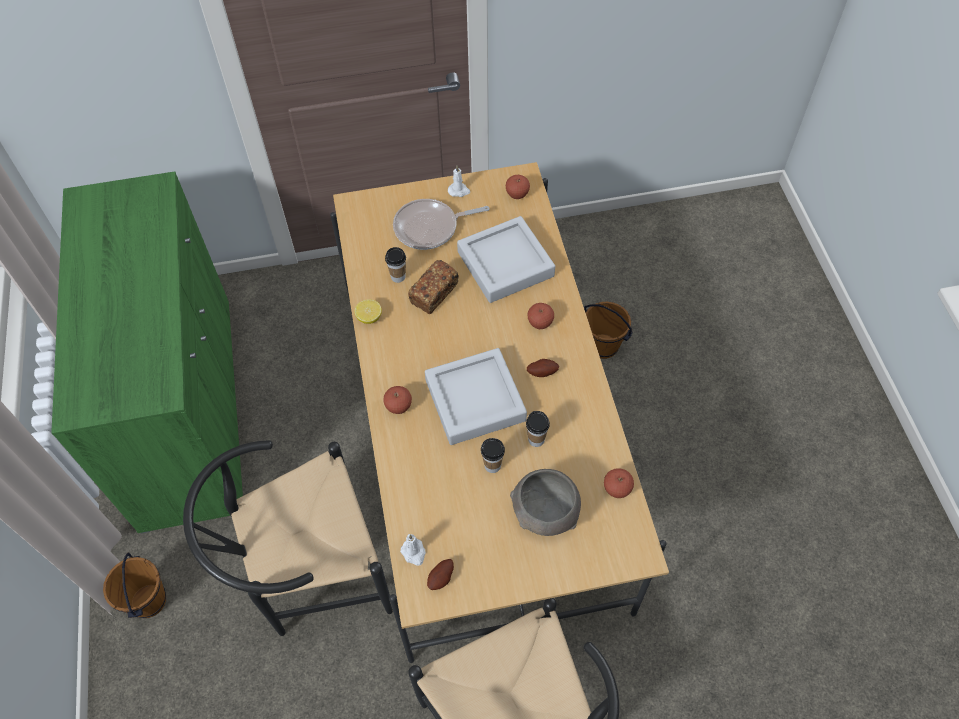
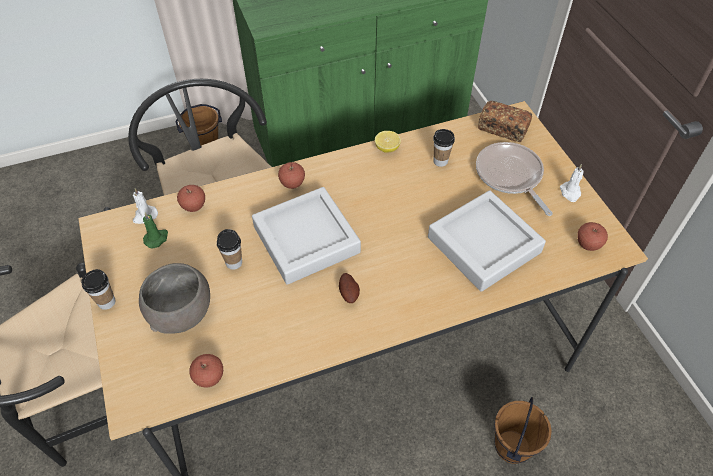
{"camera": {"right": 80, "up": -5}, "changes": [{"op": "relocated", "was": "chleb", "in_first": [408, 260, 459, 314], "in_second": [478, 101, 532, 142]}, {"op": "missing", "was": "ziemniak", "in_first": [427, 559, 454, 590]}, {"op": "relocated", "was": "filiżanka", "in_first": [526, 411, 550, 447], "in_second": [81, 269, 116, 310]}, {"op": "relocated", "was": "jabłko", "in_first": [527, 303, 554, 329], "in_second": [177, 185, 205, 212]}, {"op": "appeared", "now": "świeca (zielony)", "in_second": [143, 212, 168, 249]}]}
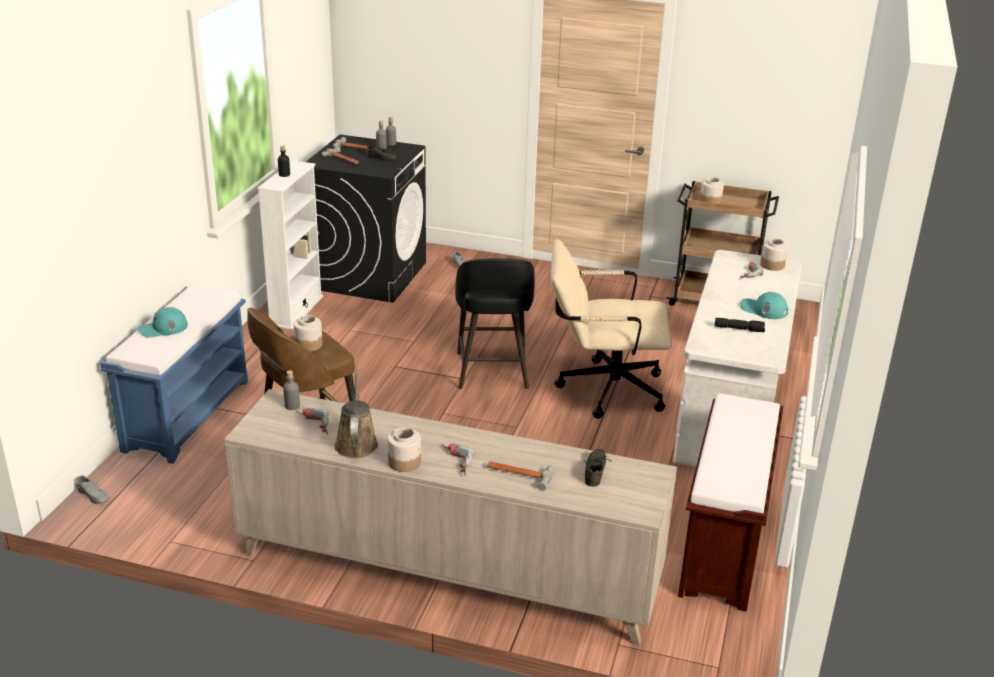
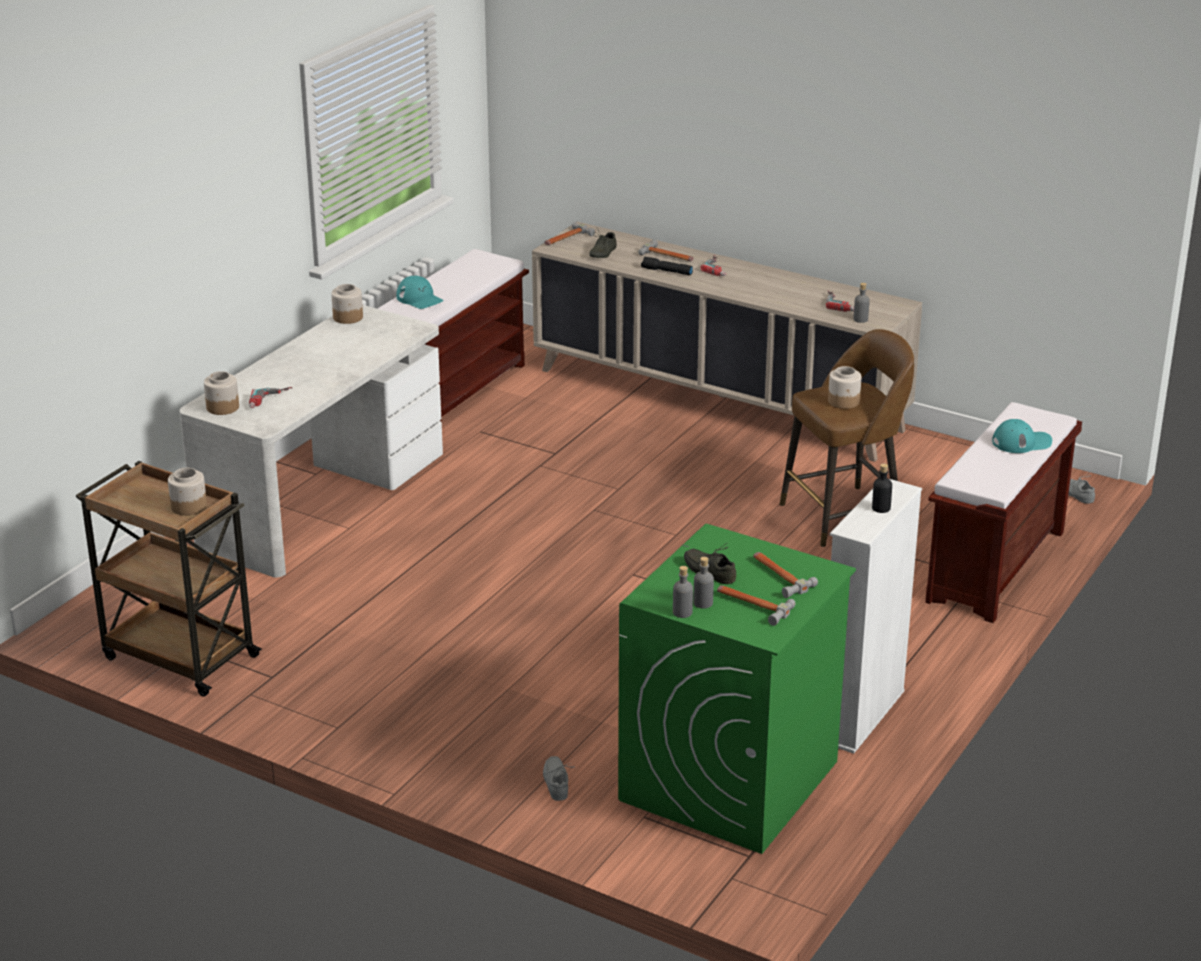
{"camera": {"right": -165, "up": 0}, "changes": [{"op": "colour", "was": "ławka (niebieski)", "now": "ławka (brązowy)", "in_first": [100, 284, 248, 464], "in_second": [925, 402, 1082, 623]}, {"op": "colour", "was": "pralka (czarny)", "now": "pralka (zielony)", "in_first": [306, 135, 426, 303], "in_second": [618, 524, 856, 854]}, {"op": "missing", "was": "konewka (brązowy)", "in_first": [335, 366, 378, 458]}, {"op": "relocated", "was": "słoik", "in_first": [388, 427, 421, 472], "in_second": [331, 284, 363, 324]}, {"op": "missing", "was": "stołek (czarny)", "in_first": [455, 259, 535, 389]}, {"op": "missing", "was": "krzesło biurowe (beżowy)", "in_first": [551, 239, 672, 419]}, {"op": "relocated", "was": "latarka (czarny)", "in_first": [715, 318, 765, 332], "in_second": [641, 257, 693, 275]}, {"op": "relocated", "was": "czapka z daszkiem (turkusowy)", "in_first": [740, 292, 788, 319], "in_second": [397, 276, 444, 309]}, {"op": "appeared", "now": "młotek", "in_second": [544, 222, 595, 245]}]}
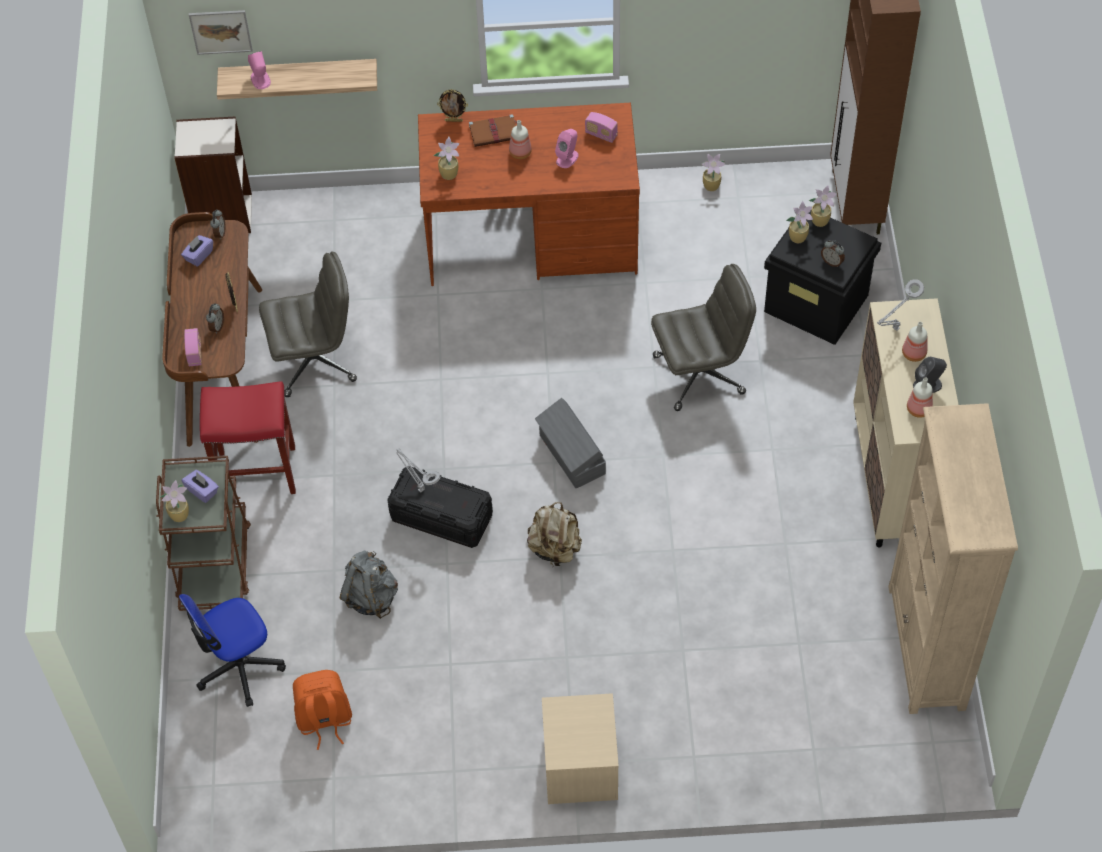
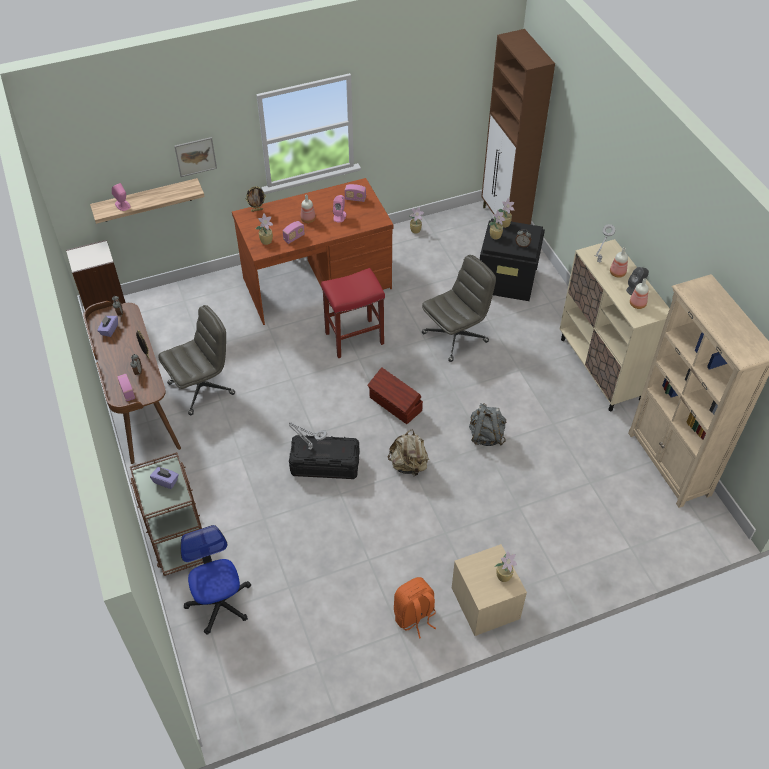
{"camera": {"right": -20, "up": -5}, "changes": [{"op": "relocated", "was": "roślina doniczkowa", "in_first": [160, 480, 189, 522], "in_second": [495, 550, 517, 582]}, {"op": "spun", "was": "krzesło biurowe", "in_first": [179, 594, 286, 707], "in_second": [181, 525, 251, 635], "clockwise": 120}, {"op": "relocated", "was": "obraz", "in_first": [189, 10, 253, 55], "in_second": [174, 137, 217, 177]}, {"op": "relocated", "was": "stołek (czerwony)", "in_first": [200, 381, 296, 494], "in_second": [321, 268, 385, 358]}, {"op": "relocated", "was": "plecak (pomarańczowy)", "in_first": [293, 670, 352, 750], "in_second": [394, 577, 436, 639]}, {"op": "relocated", "was": "plecak (szary)", "in_first": [340, 550, 398, 619], "in_second": [469, 404, 506, 446]}, {"op": "missing", "was": "książka (brązowy)", "in_first": [469, 114, 517, 147]}, {"op": "colour", "was": "pojemnik do przechowywania (szary)", "now": "pojemnik do przechowywania (brązowy)", "in_first": [535, 398, 606, 488], "in_second": [367, 367, 423, 424]}, {"op": "appeared", "now": "radio", "in_second": [283, 221, 305, 244]}]}
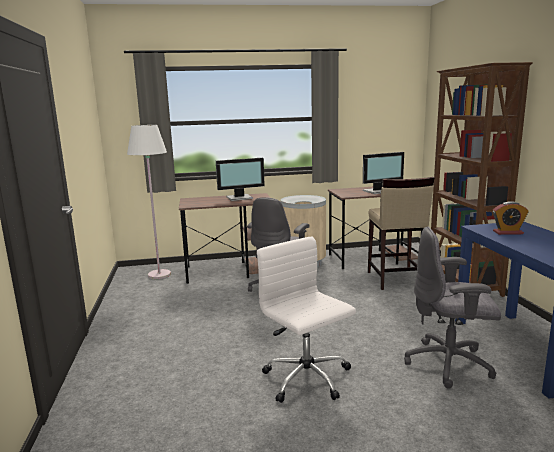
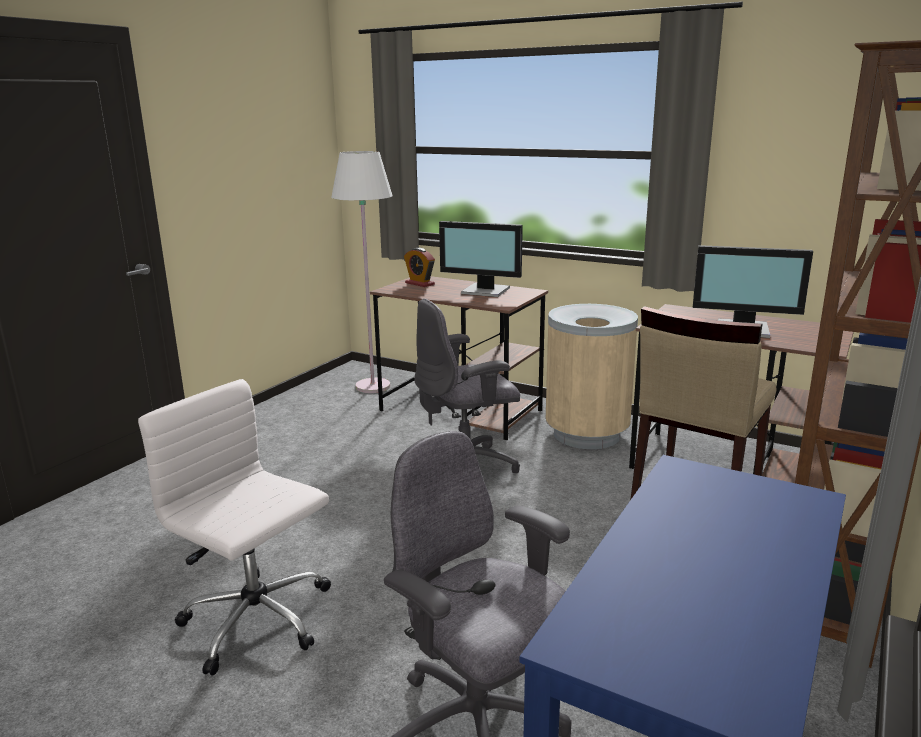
{"camera": {"right": 40, "up": 5}, "changes": [{"op": "spun", "was": "krzesło biurowe (biały)", "in_first": [257, 237, 356, 403], "in_second": [138, 379, 331, 676], "clockwise": -60}, {"op": "relocated", "was": "budzik", "in_first": [493, 201, 529, 235], "in_second": [404, 248, 435, 287]}]}
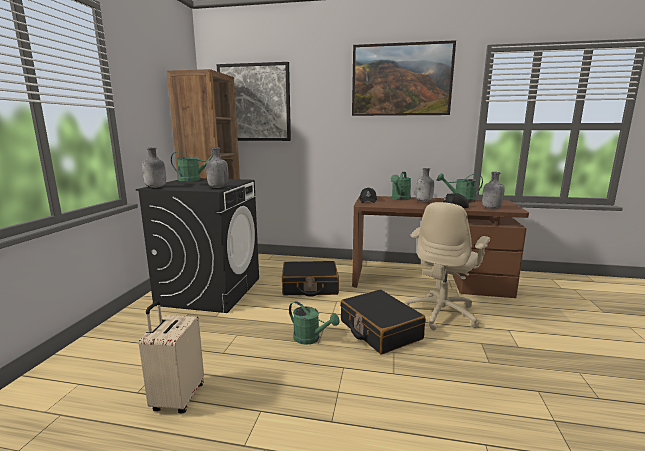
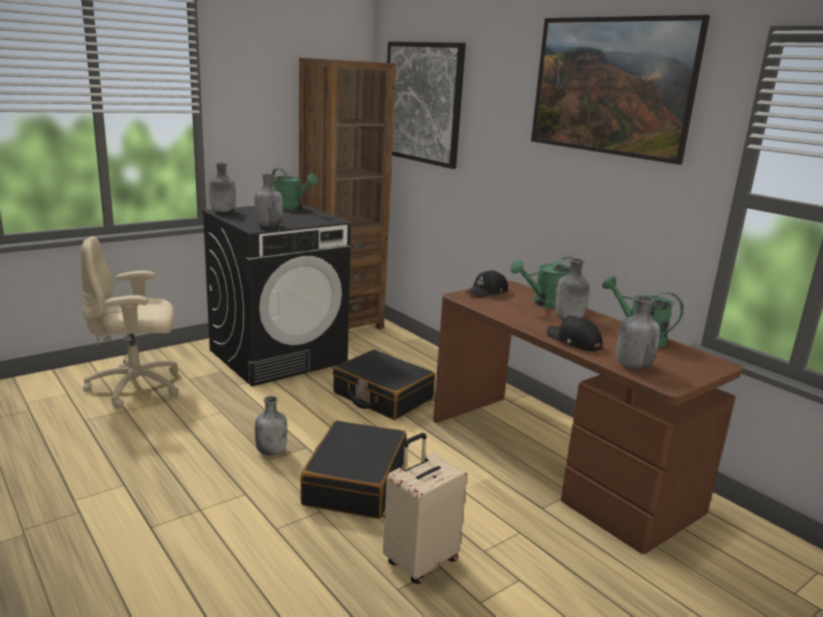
{"camera": {"right": 40, "up": 5}, "changes": [{"op": "relocated", "was": "walizka (beżowy)", "in_first": [139, 300, 204, 413], "in_second": [383, 433, 467, 584]}, {"op": "exchanged", "was": "konewka (zielony)", "now": "butelka (szary)", "in_first": [289, 301, 340, 345], "in_second": [255, 396, 287, 455]}, {"op": "relocated", "was": "krzesło biurowe (beżowy)", "in_first": [405, 202, 490, 330], "in_second": [80, 236, 179, 409]}]}
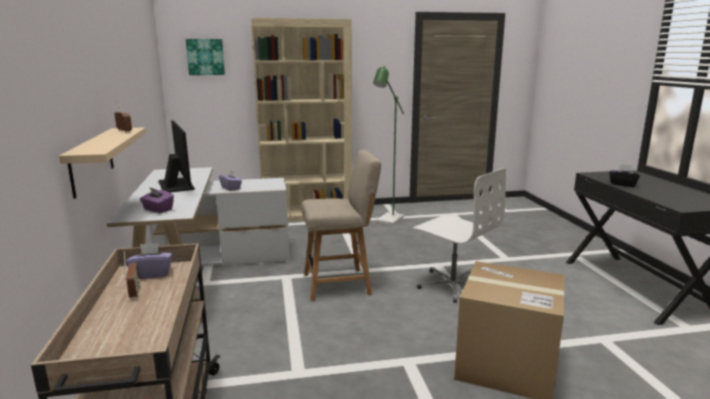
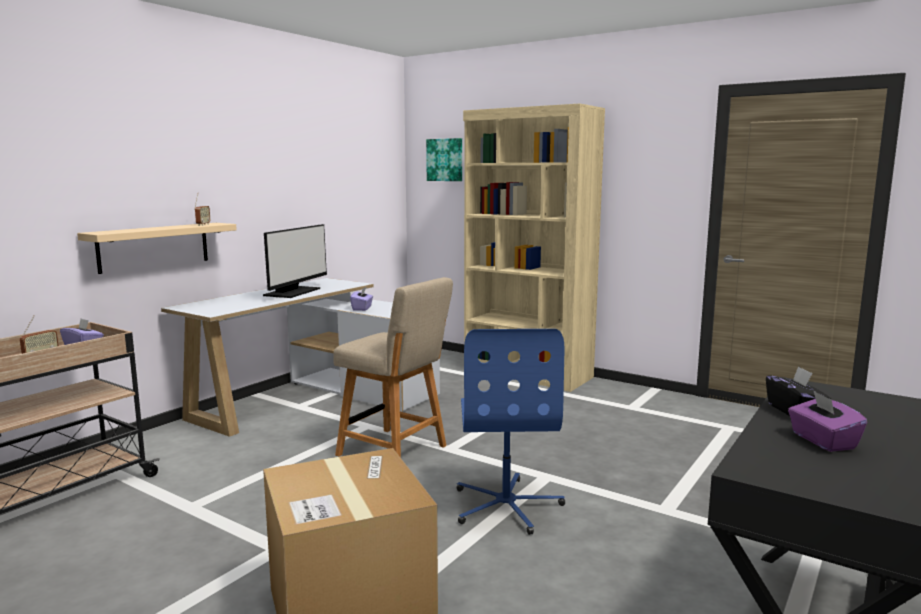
{"camera": {"right": 45, "up": -5}, "changes": [{"op": "relocated", "was": "pudełko chusteczek (fioletowy)", "in_first": [140, 187, 174, 213], "in_second": [788, 390, 867, 452]}, {"op": "missing", "was": "lampa stojąca (zielony)", "in_first": [373, 66, 404, 225]}, {"op": "colour", "was": "krzesło biurowe (biały)", "now": "krzesło biurowe (niebieski)", "in_first": [413, 168, 506, 303], "in_second": [456, 329, 565, 535]}]}
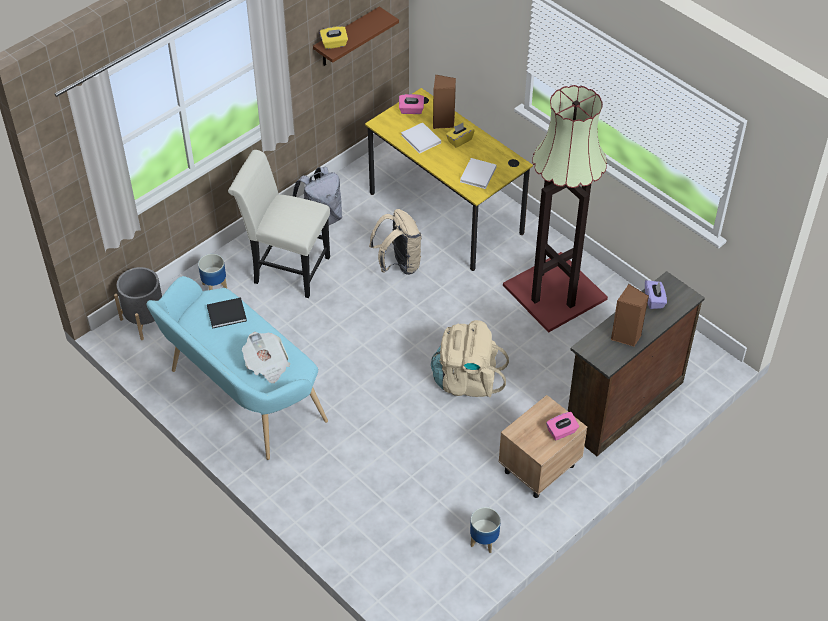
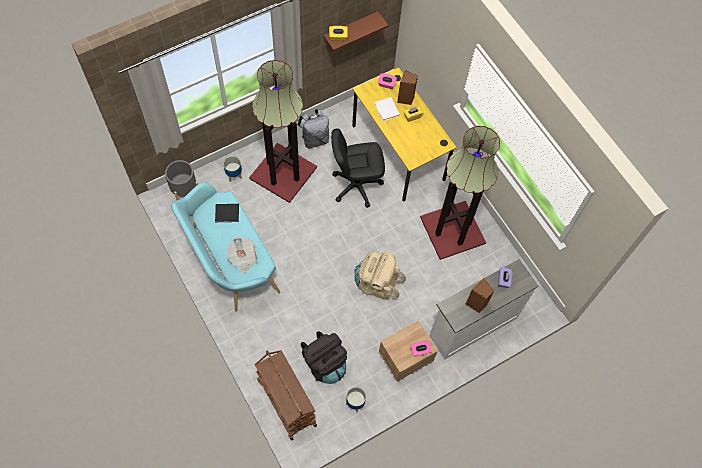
{"camera": {"right": 10, "up": 15}, "changes": [{"op": "exchanged", "was": "krzesło (biały)", "now": "lampa stojąca", "in_first": [228, 150, 330, 298], "in_second": [249, 60, 317, 203]}, {"op": "exchanged", "was": "plecak (beżowy)", "now": "krzesło biurowe (czarny)", "in_first": [369, 209, 422, 275], "in_second": [331, 129, 385, 208]}, {"op": "missing", "was": "książka (biały)", "in_first": [460, 158, 497, 189]}, {"op": "colour", "was": "komoda (brązowy)", "now": "komoda (biały)", "in_first": [568, 271, 705, 456], "in_second": [429, 259, 538, 360]}, {"op": "appeared", "now": "wózek (brązowy)", "in_second": [255, 350, 317, 440]}, {"op": "appeared", "now": "plecak (czarny)", "in_second": [301, 331, 347, 384]}]}
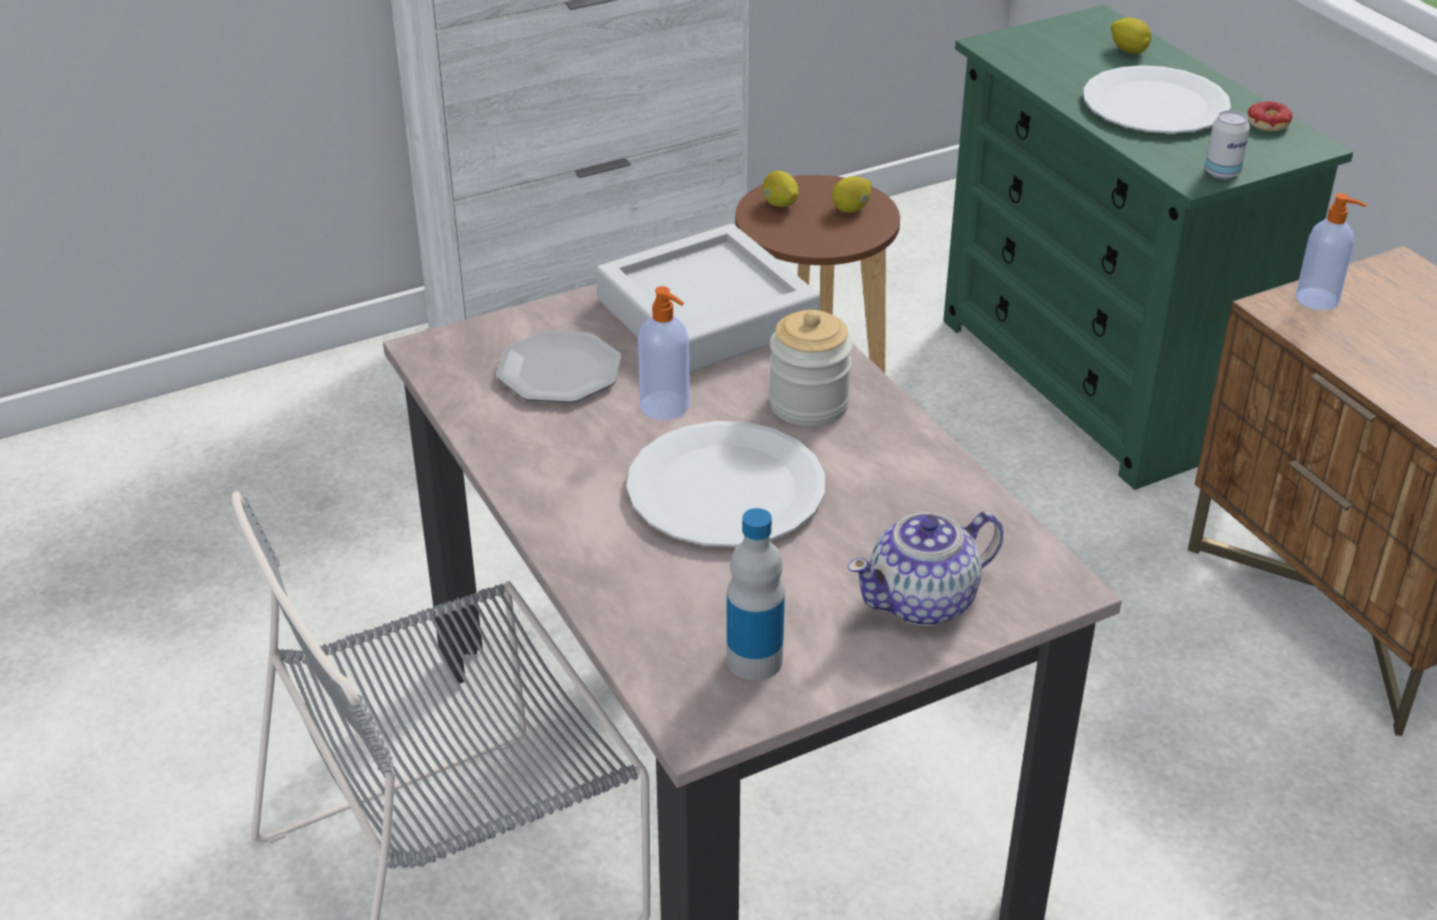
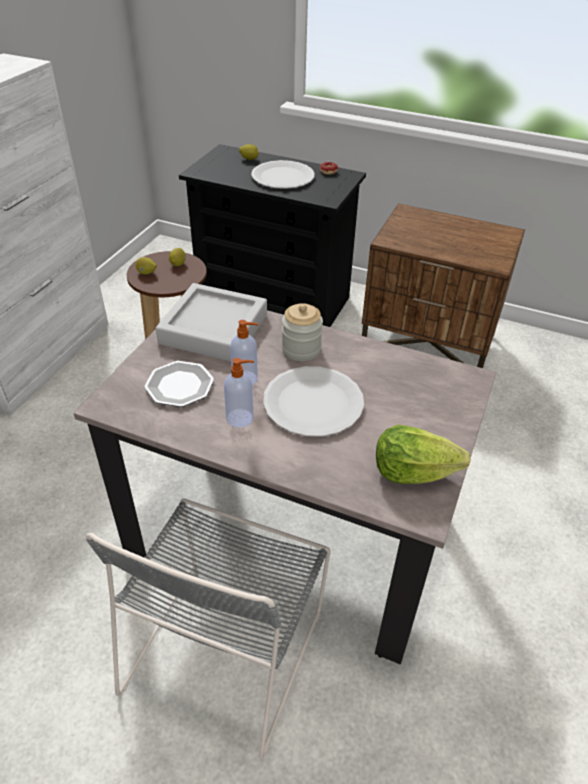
{"camera": {"right": -40, "up": 5}, "changes": [{"op": "exchanged", "was": "butelka", "now": "sałata", "in_first": [727, 508, 785, 680], "in_second": [376, 425, 471, 484]}, {"op": "missing", "was": "imbryk", "in_first": [848, 512, 1003, 626]}, {"op": "colour", "was": "komoda (zielony)", "now": "komoda (czarny)", "in_first": [943, 5, 1353, 490], "in_second": [179, 144, 366, 327]}, {"op": "missing", "was": "puszka", "in_first": [1205, 110, 1250, 179]}, {"op": "relocated", "was": "dozownik mydła", "in_first": [1296, 193, 1367, 310], "in_second": [224, 358, 254, 428]}]}
